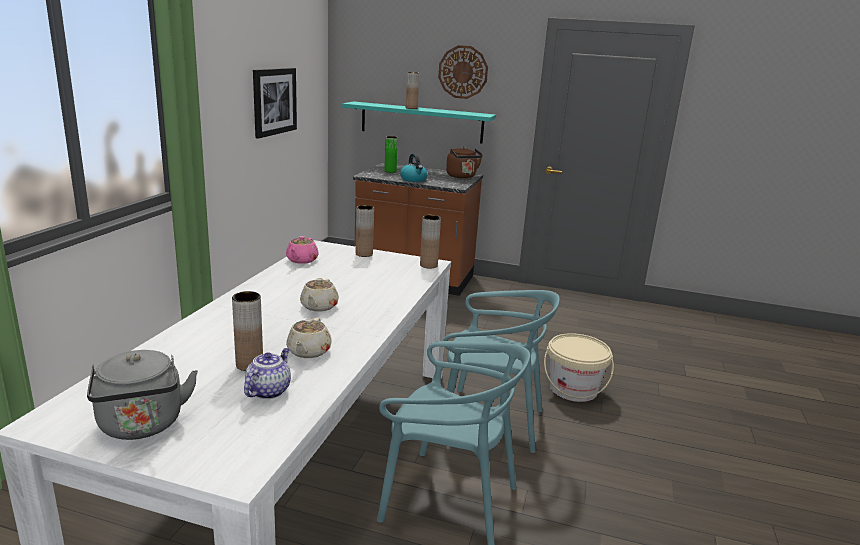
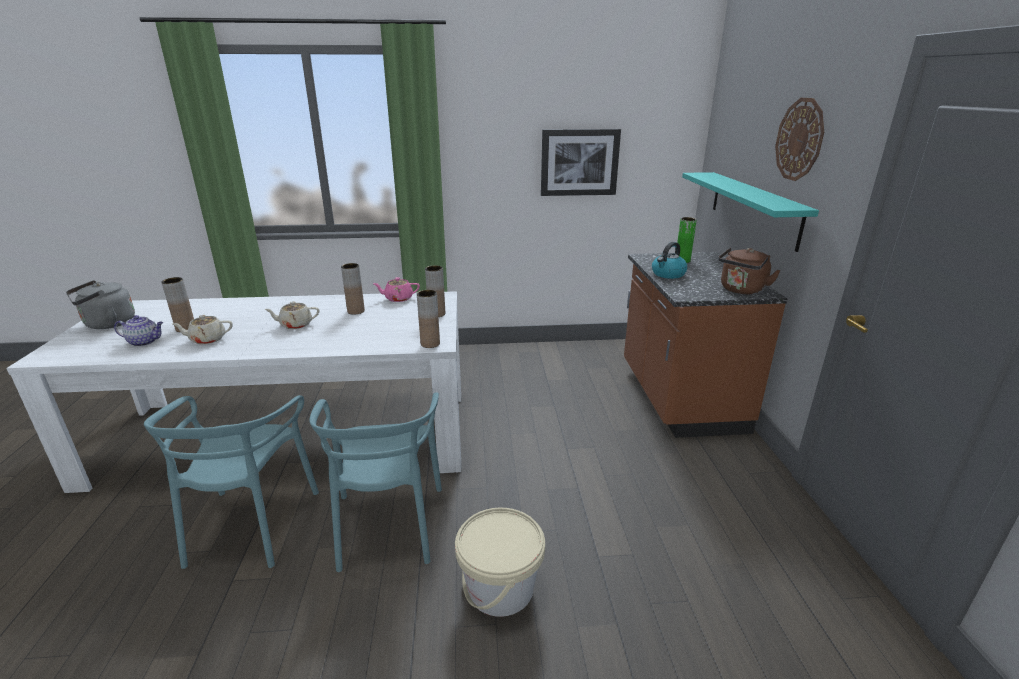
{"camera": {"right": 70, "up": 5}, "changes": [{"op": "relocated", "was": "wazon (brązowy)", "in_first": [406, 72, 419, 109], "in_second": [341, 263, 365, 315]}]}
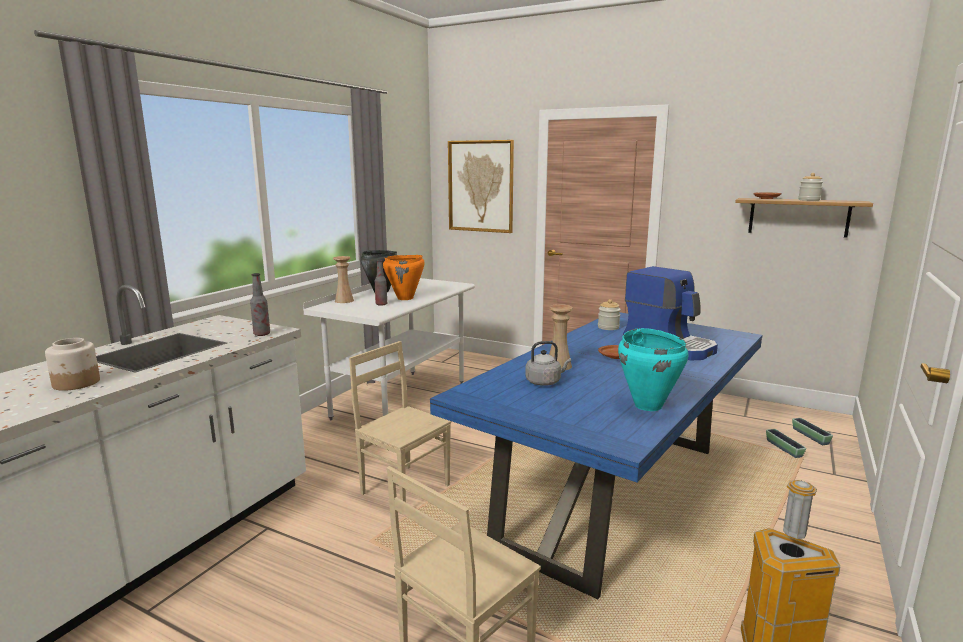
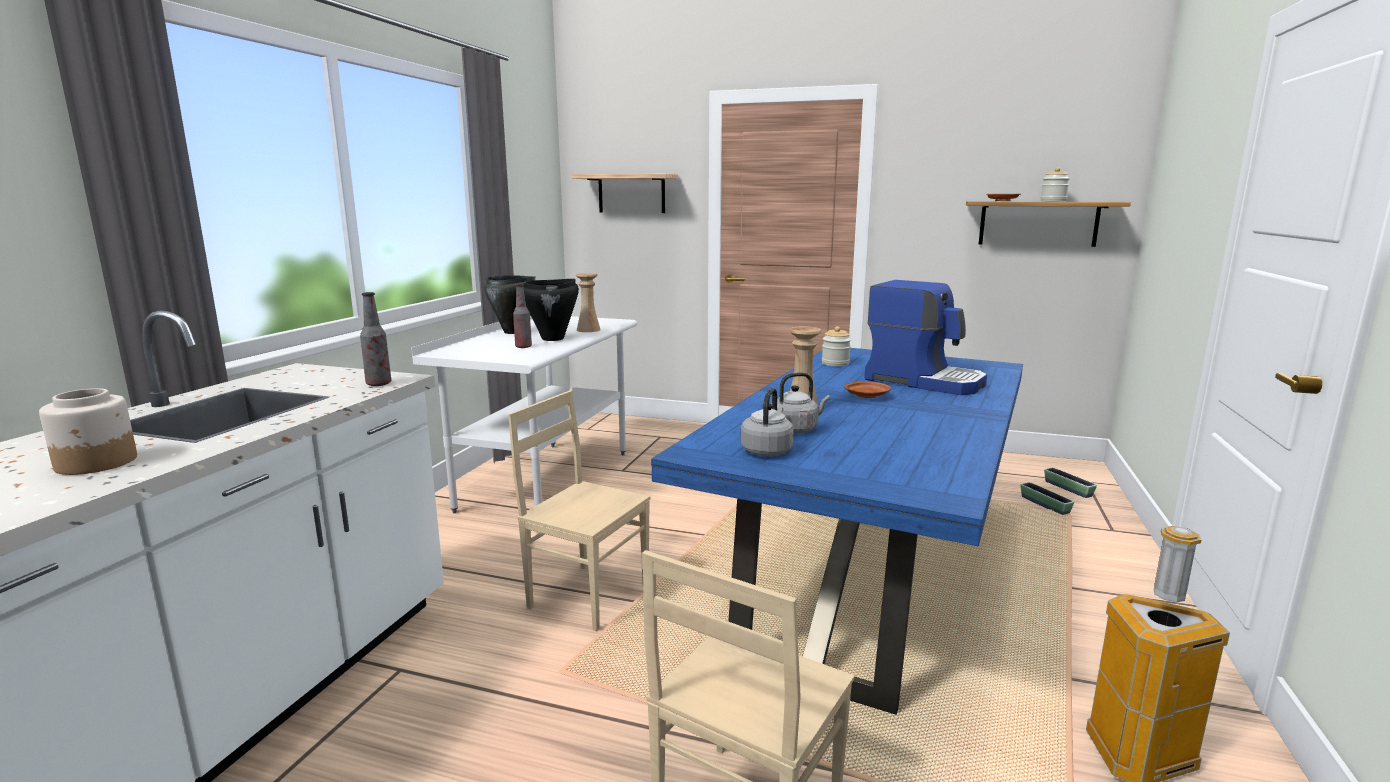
{"camera": {"right": -10, "up": 0}, "changes": [{"op": "relocated", "was": "wazon (beżowy)", "in_first": [333, 256, 354, 303], "in_second": [576, 273, 601, 332]}, {"op": "colour", "was": "garnek (pomarańczowy)", "now": "garnek (czarny)", "in_first": [383, 255, 425, 300], "in_second": [523, 279, 579, 341]}, {"op": "exchanged", "was": "obraz", "now": "półka", "in_first": [448, 140, 514, 233], "in_second": [571, 174, 678, 213]}, {"op": "missing", "was": "garnek (turkusowy)", "in_first": [618, 328, 688, 411]}, {"op": "appeared", "now": "czajnik (szary)", "in_second": [741, 388, 794, 456]}]}
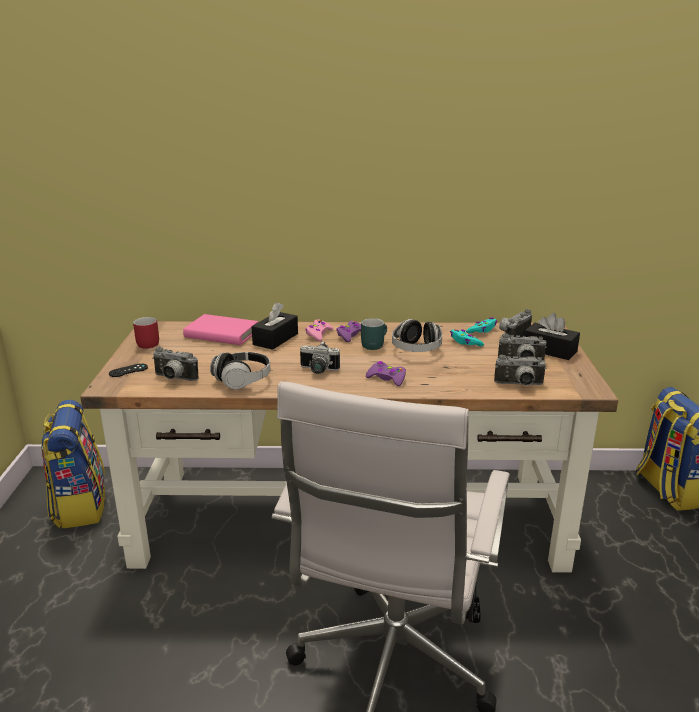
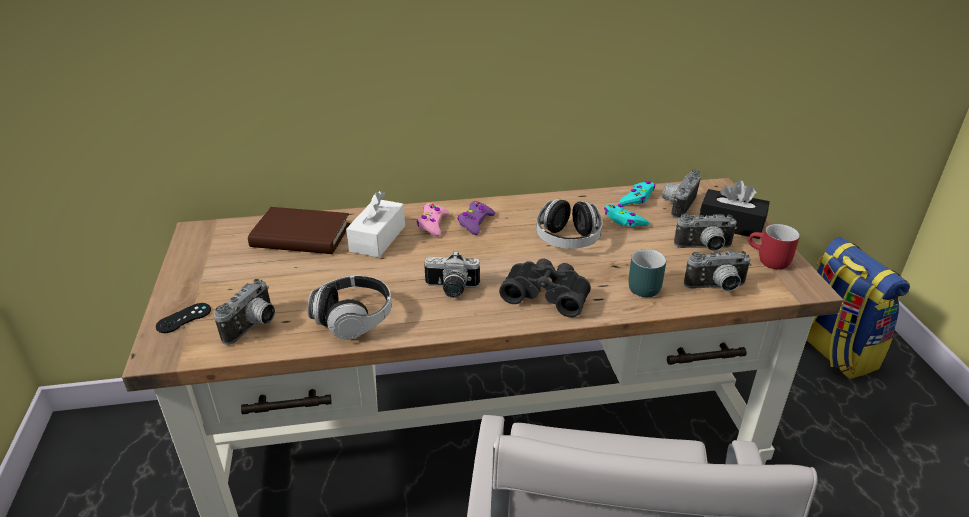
{"camera": {"right": -10, "up": 10}, "changes": [{"op": "missing", "was": "plecak", "in_first": [41, 400, 105, 529]}, {"op": "relocated", "was": "kubek (czerwony)", "in_first": [133, 317, 159, 349], "in_second": [748, 224, 800, 270]}, {"op": "spun", "was": "aparat fotograficzny", "in_first": [152, 347, 199, 381], "in_second": [214, 279, 275, 345], "clockwise": -75}, {"op": "colour", "was": "książka (różowy)", "now": "książka (brązowy)", "in_first": [183, 314, 258, 345], "in_second": [248, 207, 350, 254]}, {"op": "colour", "was": "pudełko chusteczek (czarny)", "now": "pudełko chusteczek (biały)", "in_first": [251, 302, 298, 350], "in_second": [346, 191, 405, 258]}, {"op": "relocated", "was": "kubek (turkusowy)", "in_first": [361, 318, 387, 350], "in_second": [629, 249, 666, 297]}, {"op": "exchanged", "was": "pad do gier (fioletowy)", "now": "lornetka (czarny)", "in_first": [366, 361, 406, 386], "in_second": [499, 259, 591, 317]}]}
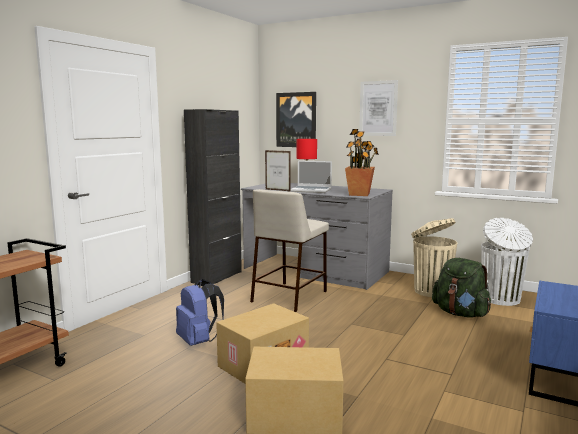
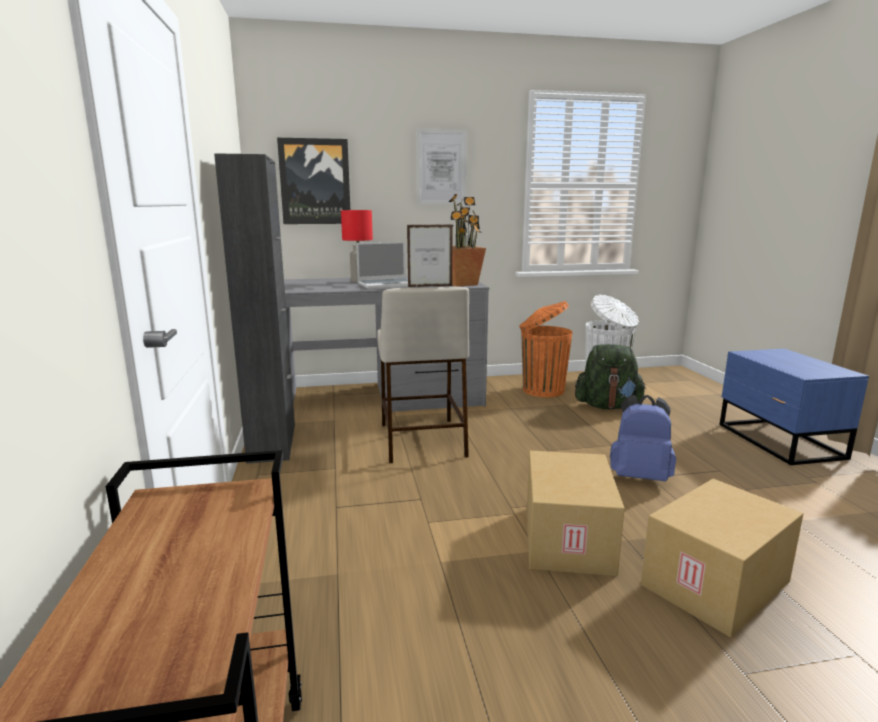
{"camera": {"right": -40, "up": 5}, "changes": [{"op": "relocated", "was": "plecak (niebieski)", "in_first": [176, 279, 224, 346], "in_second": [610, 395, 676, 481]}, {"op": "colour", "was": "kosz na śmieci (beżowy)", "now": "kosz na śmieci (pomarańczowy)", "in_first": [411, 218, 457, 297], "in_second": [519, 301, 573, 397]}]}
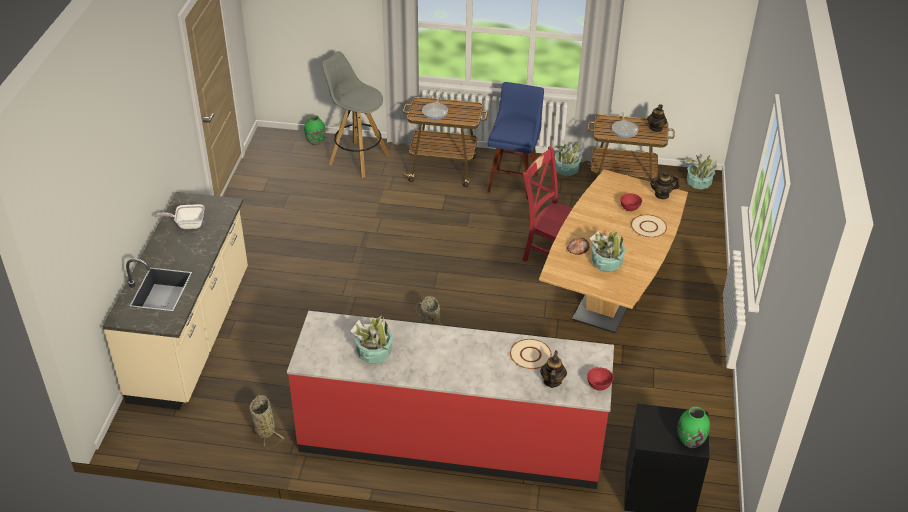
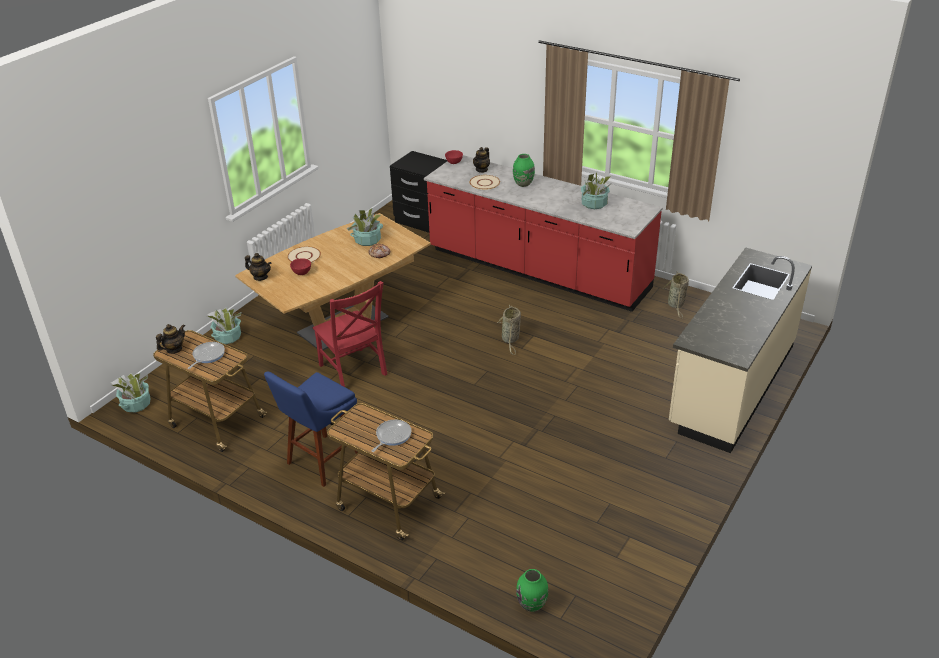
{"camera": {"right": -155, "up": -5}, "changes": [{"op": "missing", "was": "patelnia", "in_first": [154, 204, 205, 229]}, {"op": "missing", "was": "stołek (szary)", "in_first": [322, 51, 389, 178]}, {"op": "relocated", "was": "roślina doniczkowa", "in_first": [554, 143, 584, 176], "in_second": [207, 308, 241, 344]}, {"op": "relocated", "was": "wazon (zielony)", "in_first": [677, 407, 710, 448], "in_second": [513, 154, 535, 187]}]}
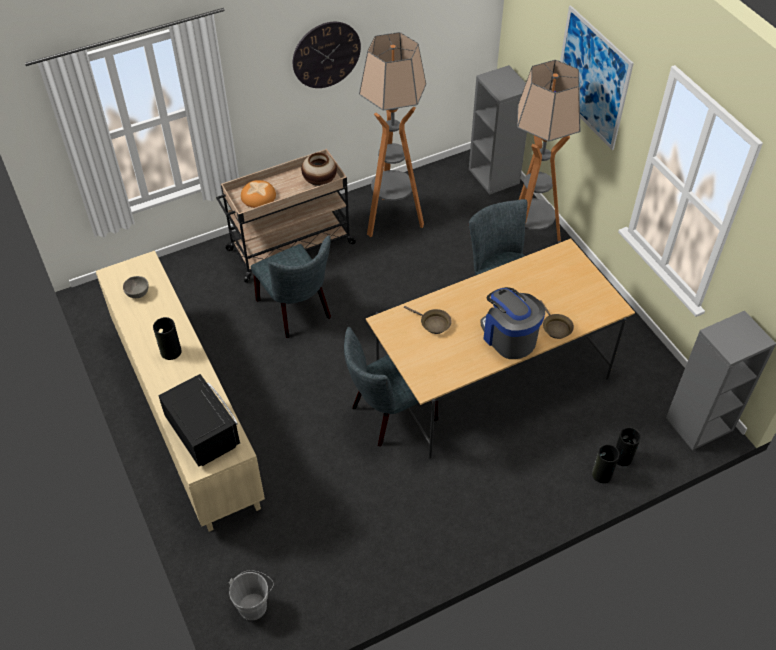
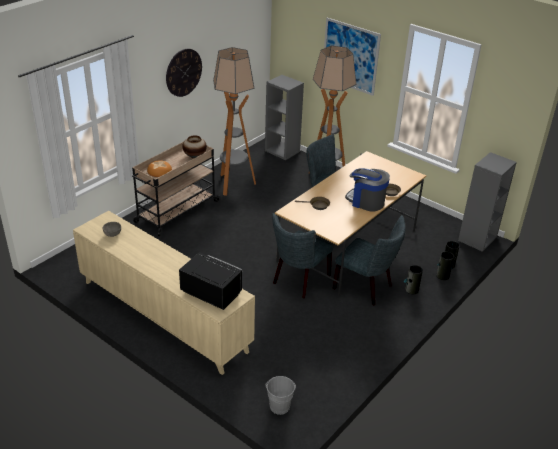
{"camera": {"right": -25, "up": -15}, "changes": [{"op": "relocated", "was": "wazon", "in_first": [153, 317, 182, 360], "in_second": [404, 265, 423, 294]}, {"op": "relocated", "was": "krzesło (szary)", "in_first": [251, 235, 331, 338], "in_second": [333, 215, 405, 306]}]}
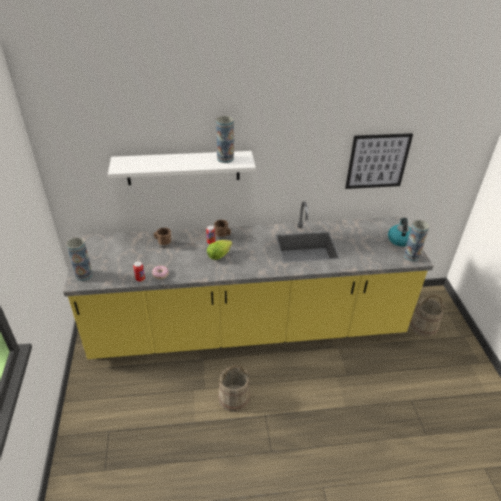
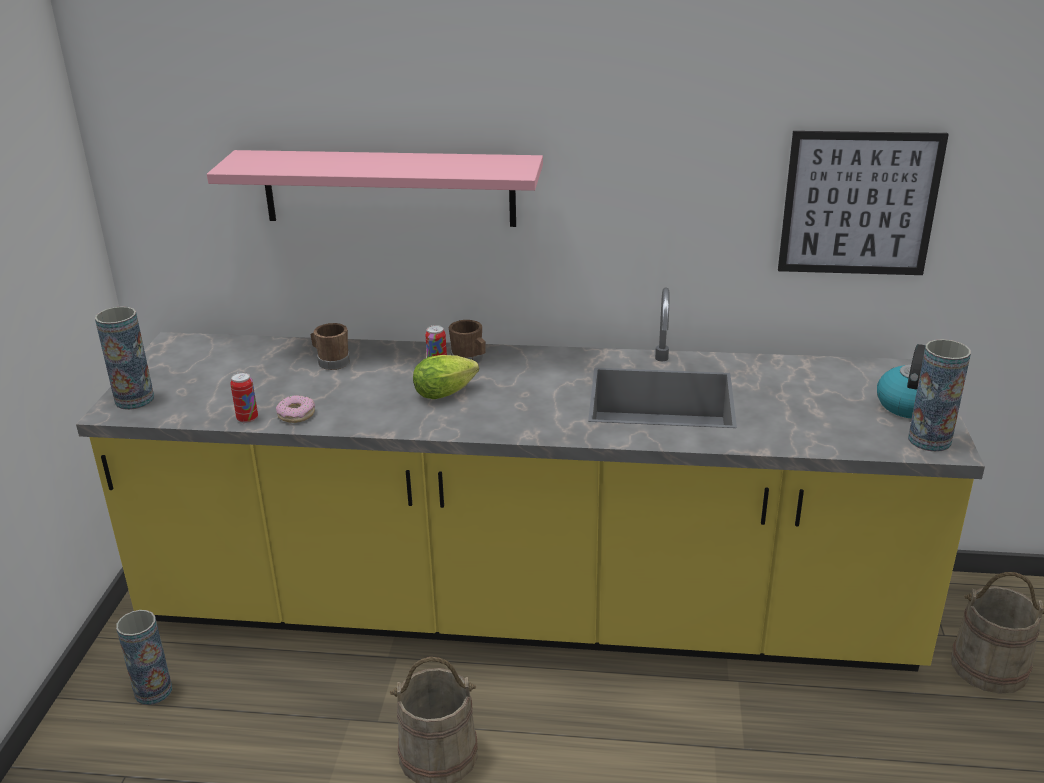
{"camera": {"right": 15, "up": -10}, "changes": [{"op": "colour", "was": "półka (biały)", "now": "półka (różowy)", "in_first": [108, 151, 256, 185], "in_second": [207, 150, 543, 227]}, {"op": "relocated", "was": "wazon", "in_first": [216, 116, 234, 163], "in_second": [116, 610, 172, 705]}]}
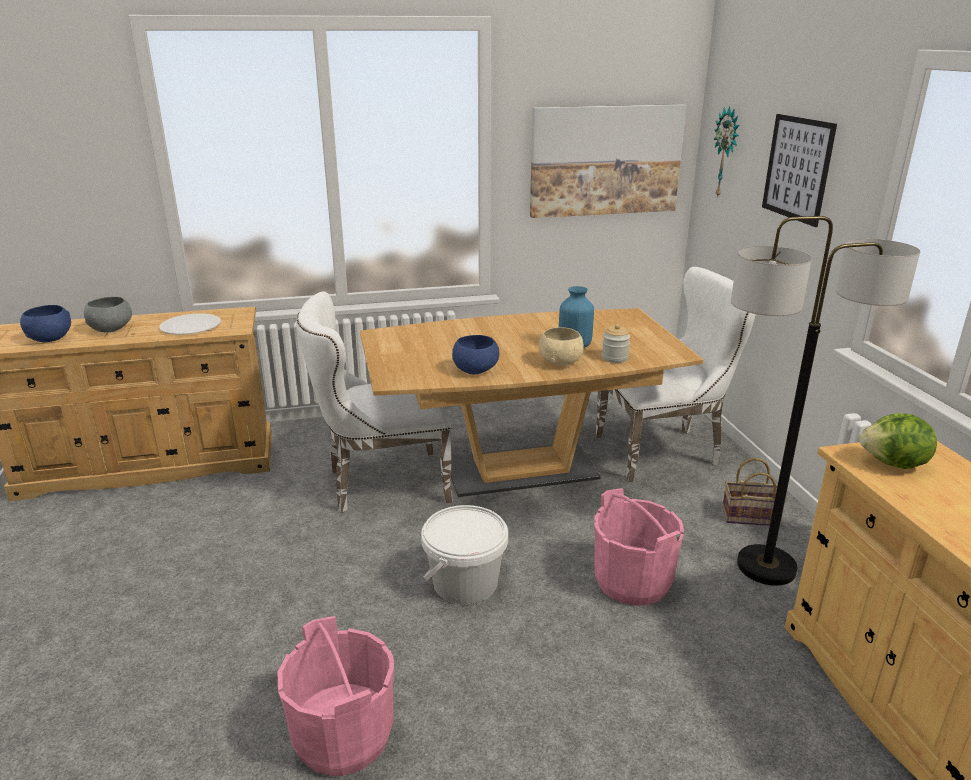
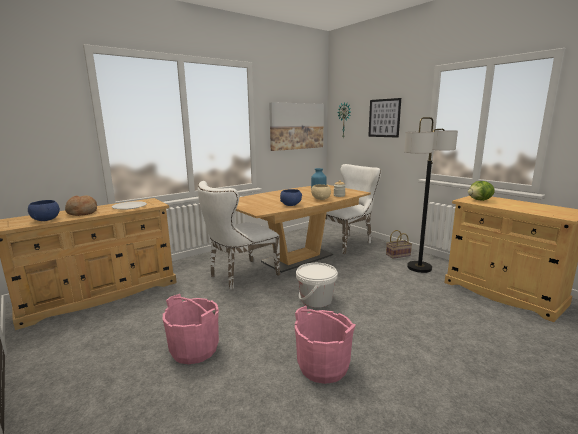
{"camera": {"right": -25, "up": -10}, "changes": [{"op": "exchanged", "was": "miska (szary)", "now": "chleb", "in_first": [84, 297, 132, 332], "in_second": [65, 195, 97, 216]}, {"op": "relocated", "was": "wiadro (różowy)", "in_first": [594, 488, 684, 606], "in_second": [163, 294, 219, 364]}]}
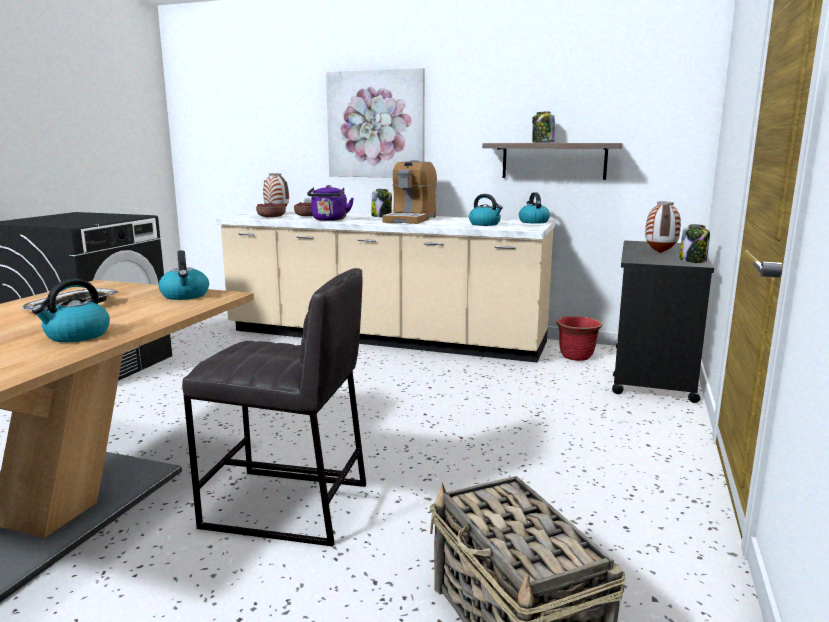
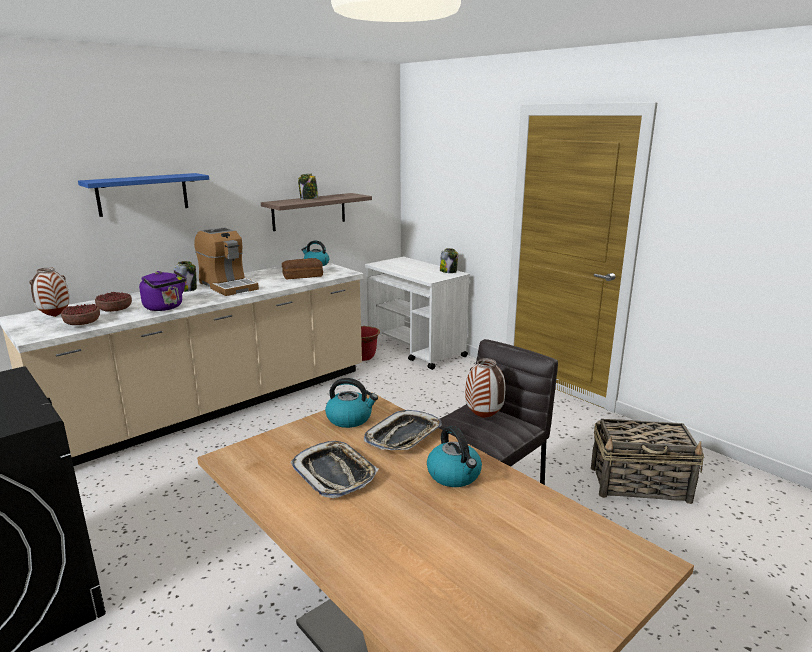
{"camera": {"right": -60, "up": 5}, "changes": [{"op": "exchanged", "was": "obraz", "now": "półka (niebieski)", "in_first": [326, 68, 425, 178], "in_second": [78, 173, 209, 217]}, {"op": "exchanged", "was": "czajnik", "now": "chleb", "in_first": [469, 194, 503, 226], "in_second": [282, 258, 323, 279]}, {"op": "colour", "was": "wózek (czarny)", "now": "wózek (biały)", "in_first": [612, 241, 714, 403], "in_second": [365, 257, 470, 370]}, {"op": "relocated", "was": "wazon", "in_first": [645, 202, 681, 253], "in_second": [465, 358, 505, 418]}, {"op": "appeared", "now": "taca", "in_second": [364, 410, 442, 450]}]}
